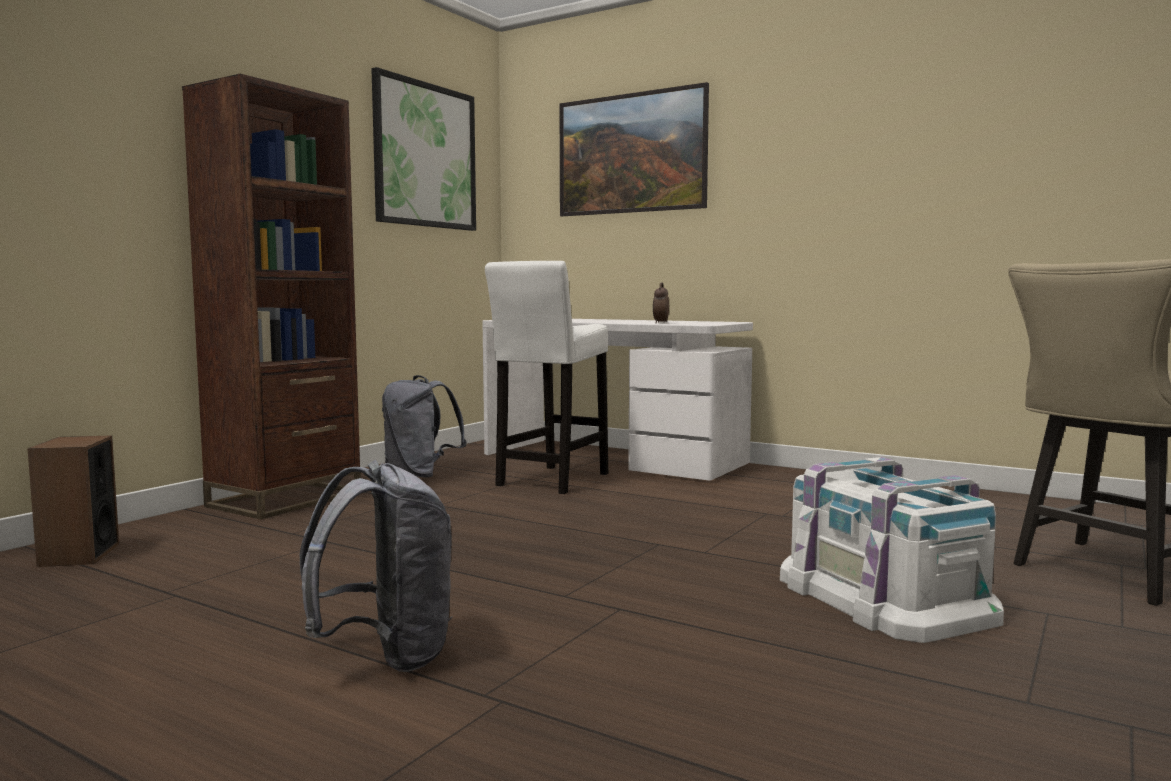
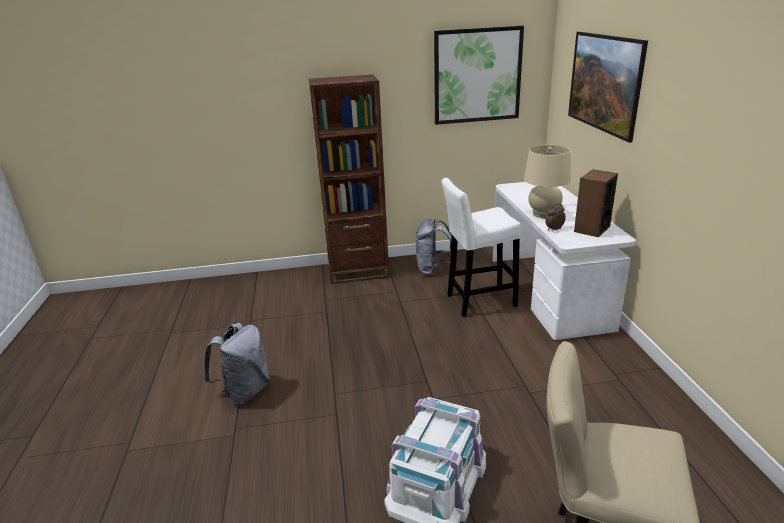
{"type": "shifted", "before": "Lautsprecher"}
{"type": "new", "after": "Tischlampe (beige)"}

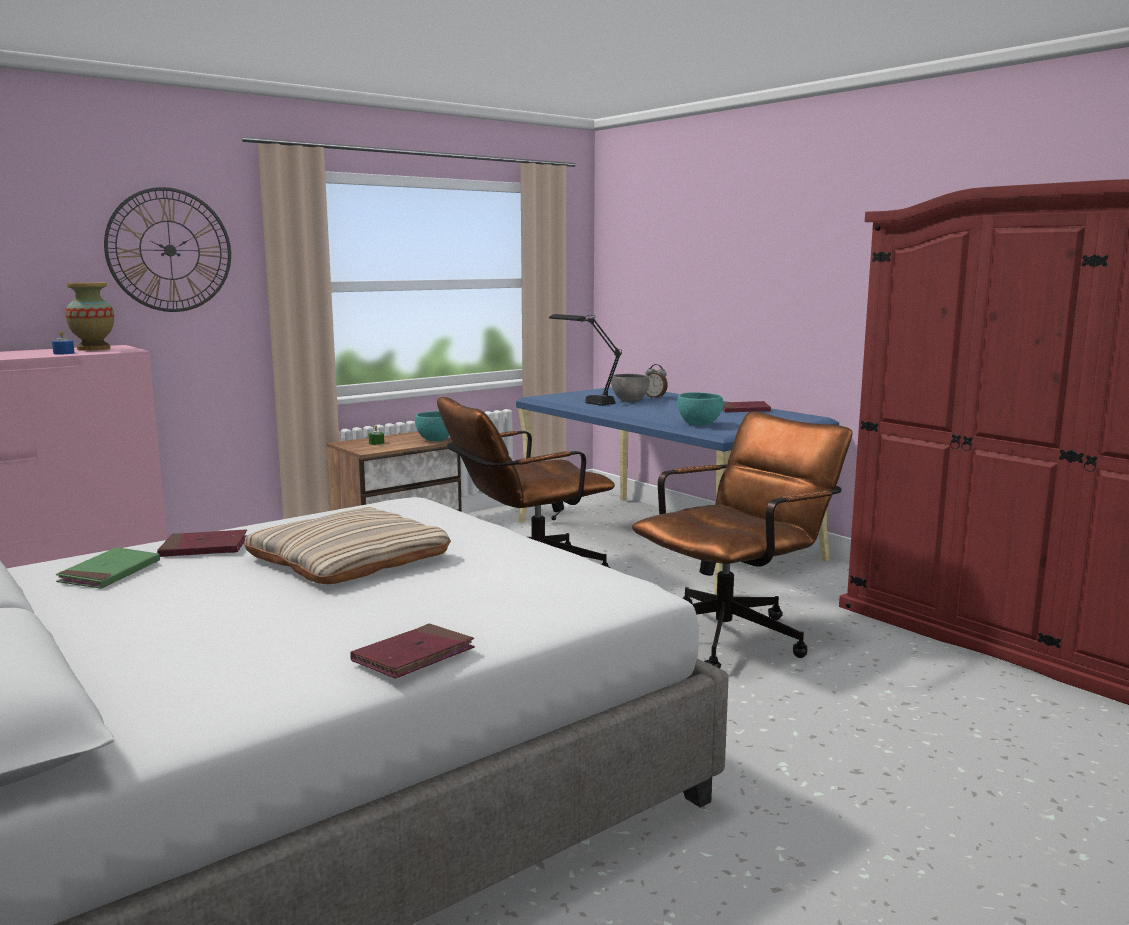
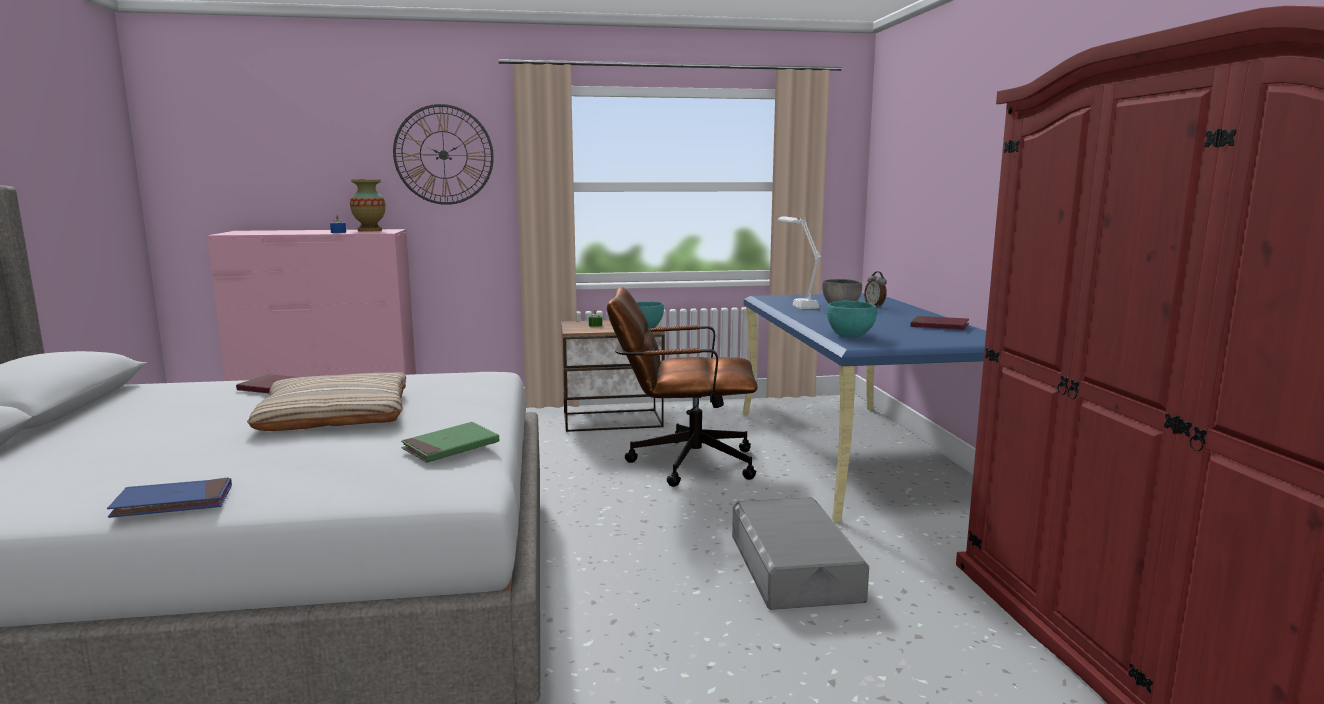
{"type": "shifted", "before": "Buch (grün)"}
{"type": "repainted", "before": "Buch (rot) (no. 2 from left)", "after": "Buch (blau)"}
{"type": "repainted", "before": "Tischlampe (schwarz)", "after": "Tischlampe (weiß)"}
{"type": "swapped", "before": "Bürostuhl (braun) (no. 2 from left)", "after": "Aufbewahrungsbox (grau)"}

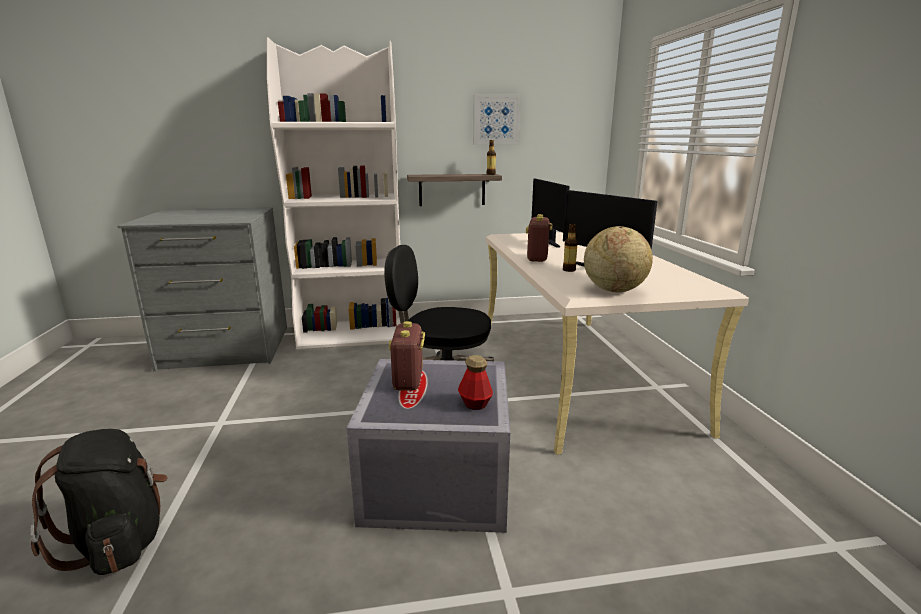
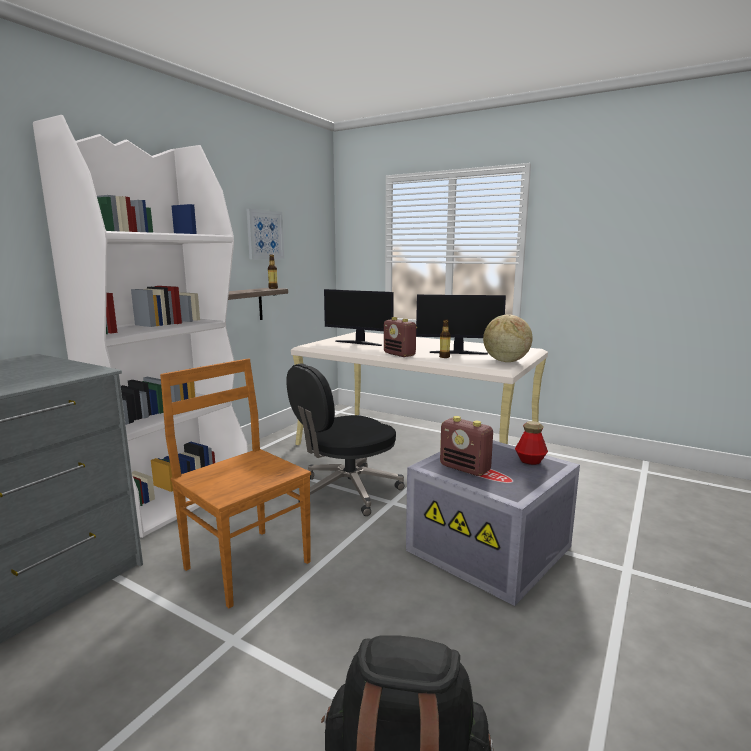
{"type": "new", "after": "Stuhl (braun)"}

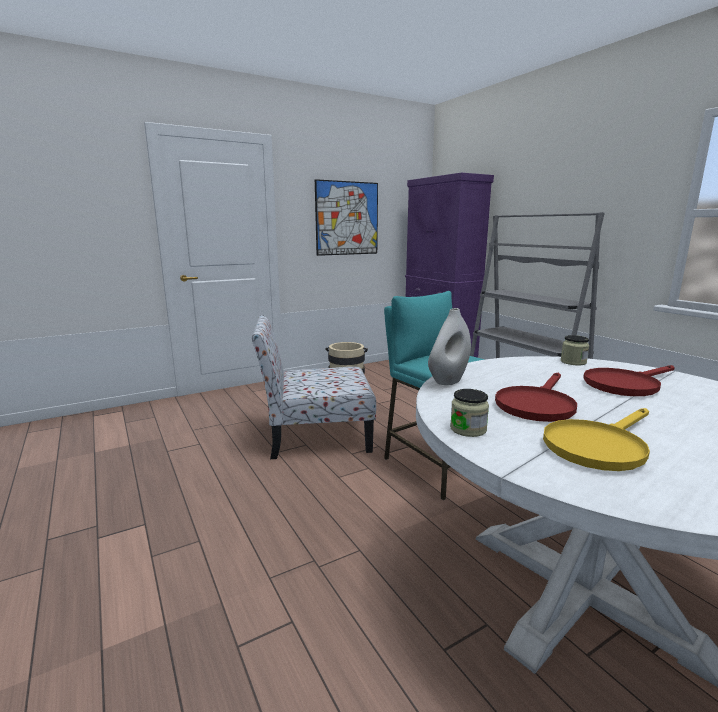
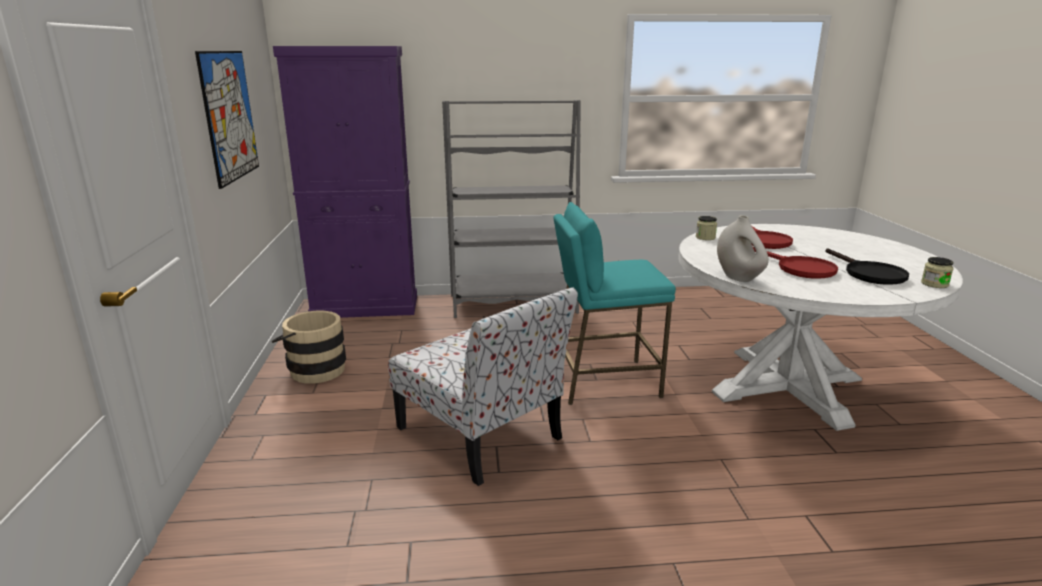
{"type": "rotated", "before": "Stuhl", "turn": -60}
{"type": "shifted", "before": "Vorratsglas (no. 1 from left in the first image)", "after": "Vorratsglas (no. 2 from left)"}
{"type": "repainted", "before": "Pfanne (gelb)", "after": "Pfanne (schwarz)"}

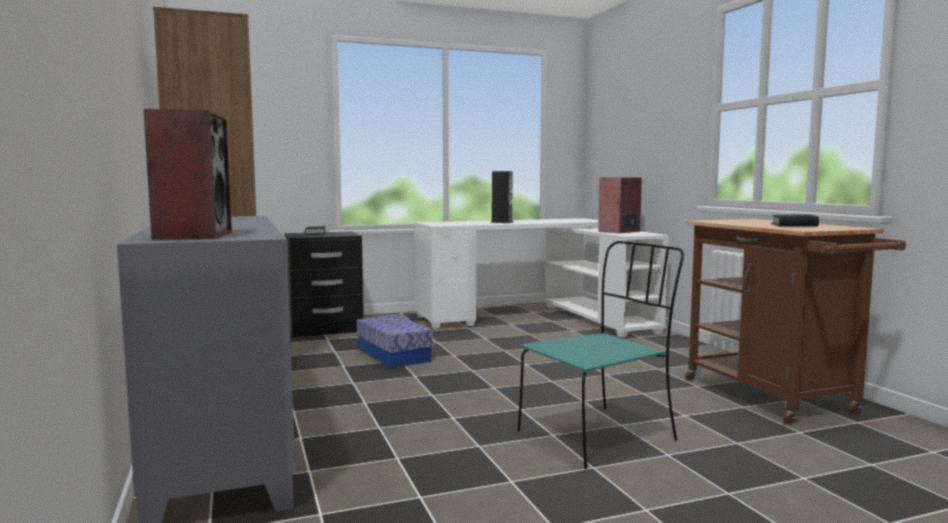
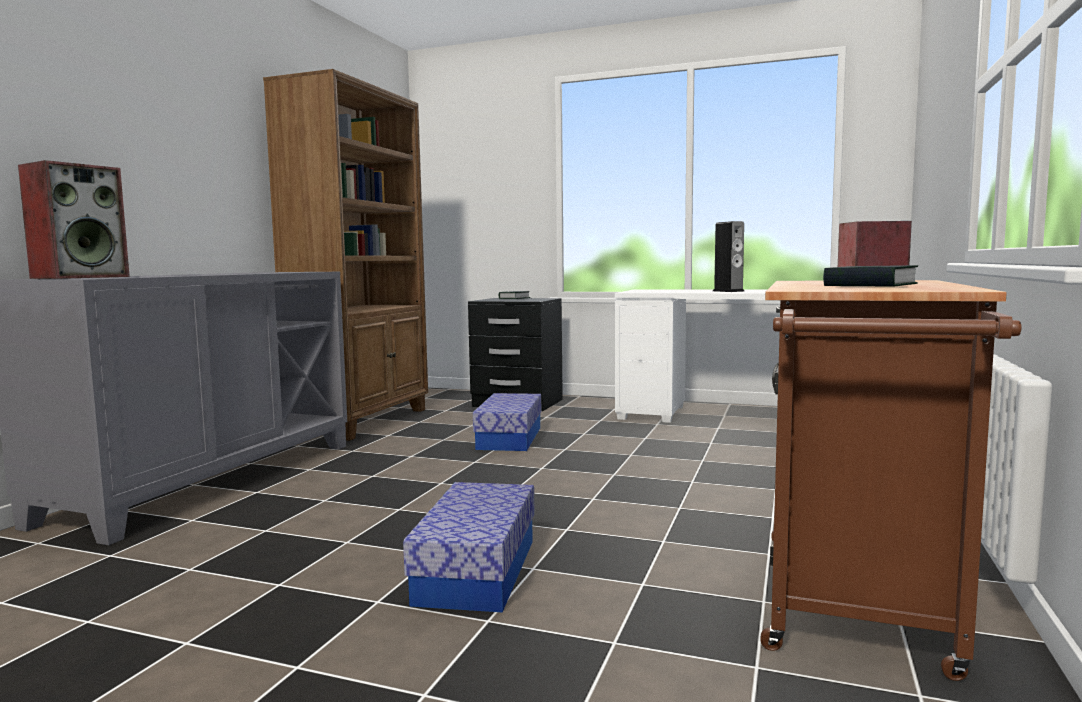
{"type": "swapped", "before": "Stuhl (türkis)", "after": "Aufbewahrungsbox (no. 1 from left)"}

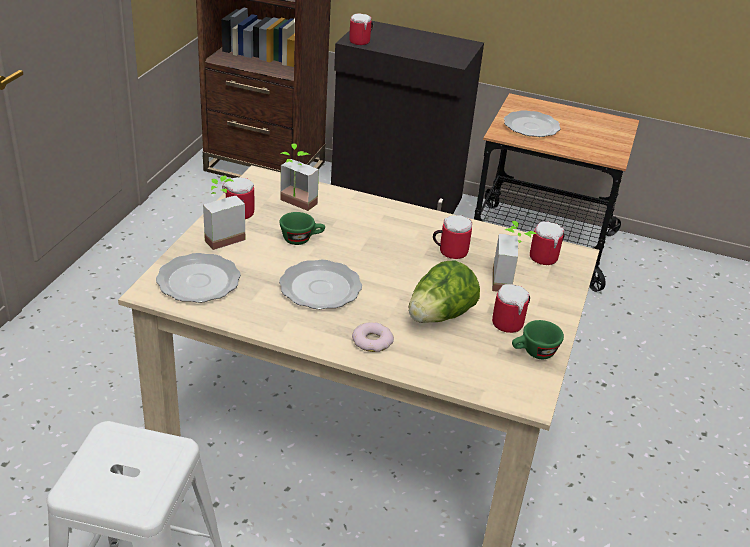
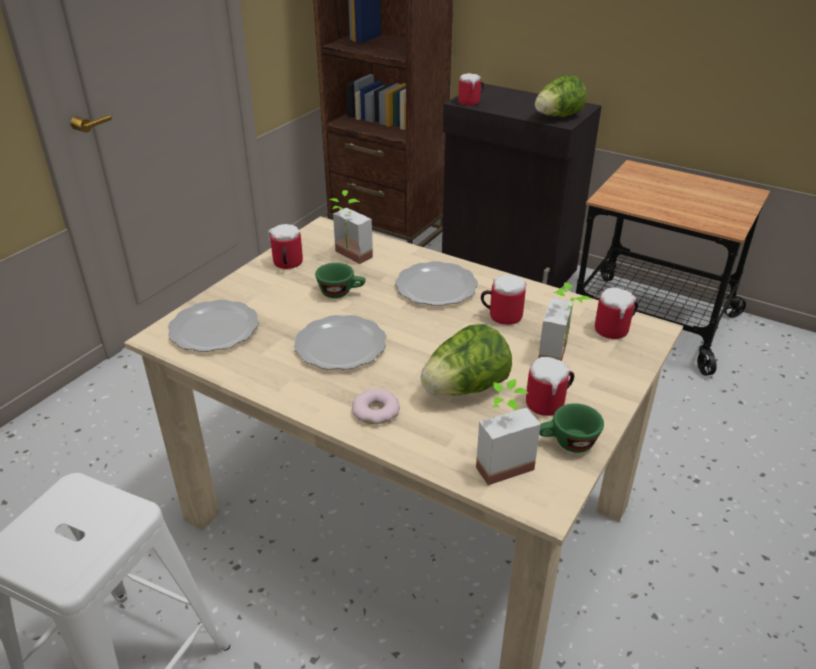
{"type": "shifted", "before": "Topfpflanze (no. 1 from left in the first image)", "after": "Topfpflanze (no. 2 from left)"}
{"type": "shifted", "before": "Teller (no. 3 from left)"}
{"type": "new", "after": "Salatkopf (no. 2 from left)"}

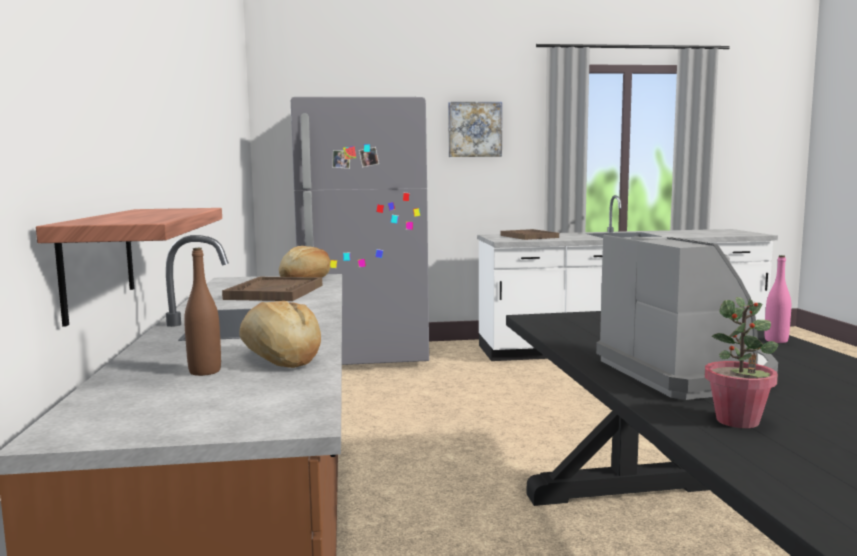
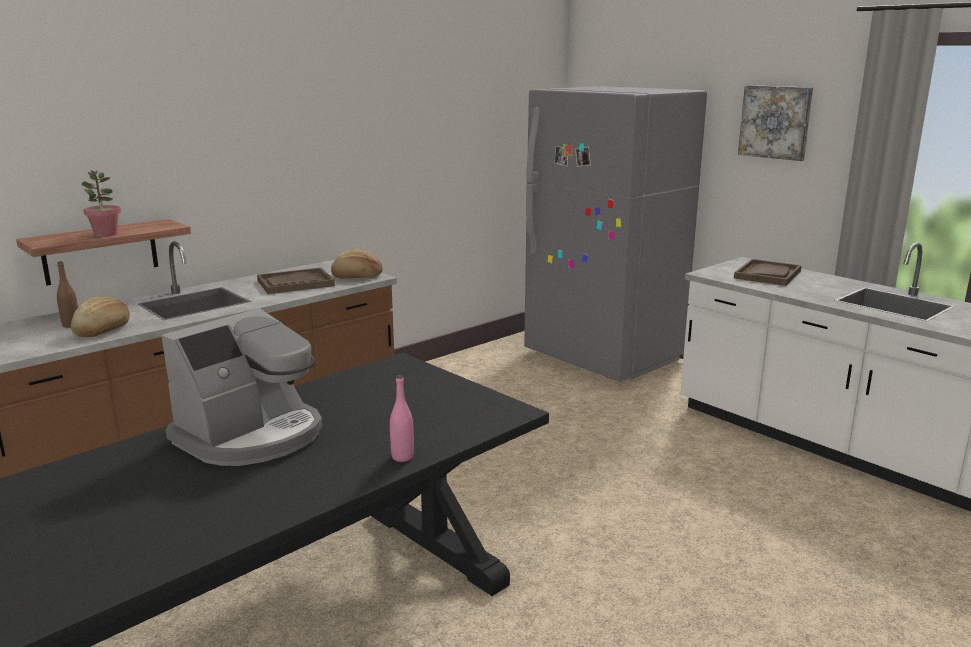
{"type": "shifted", "before": "Topfpflanze"}

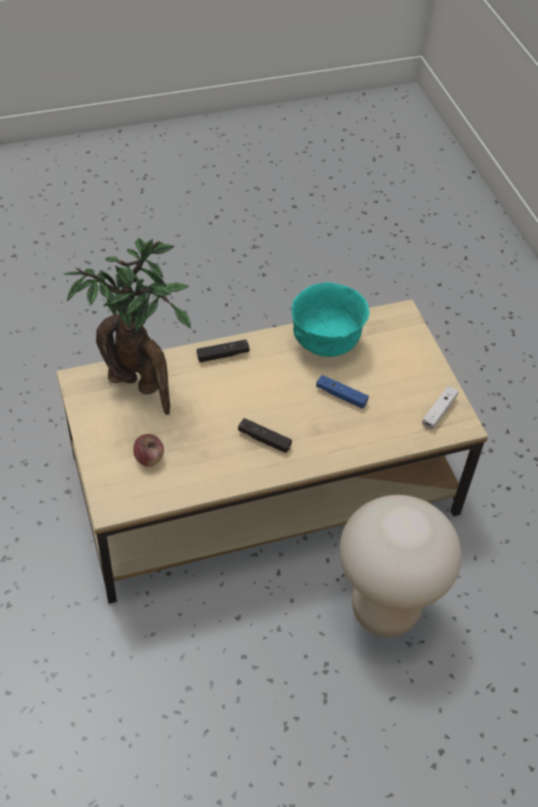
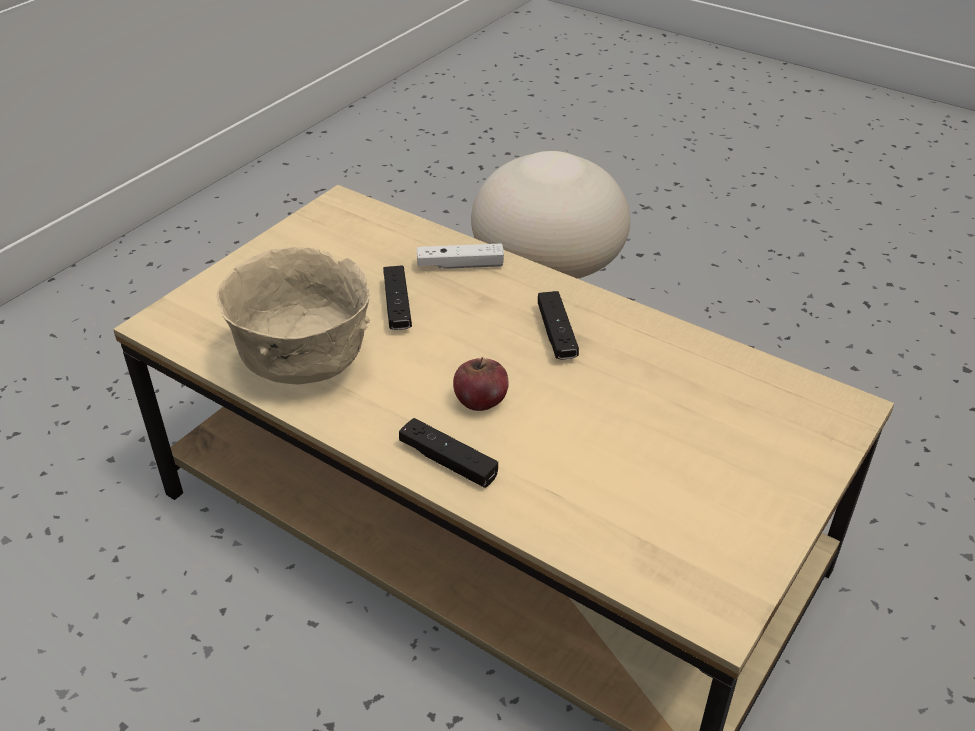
{"type": "gone", "before": "Topfpflanze"}
{"type": "shifted", "before": "Apfel"}
{"type": "repainted", "before": "Schüssel (türkis)", "after": "Schüssel (beige)"}
{"type": "repainted", "before": "Gamepad (blau)", "after": "Gamepad (schwarz) (no. 1 from left)"}
{"type": "shifted", "before": "Gamepad (weiß)"}

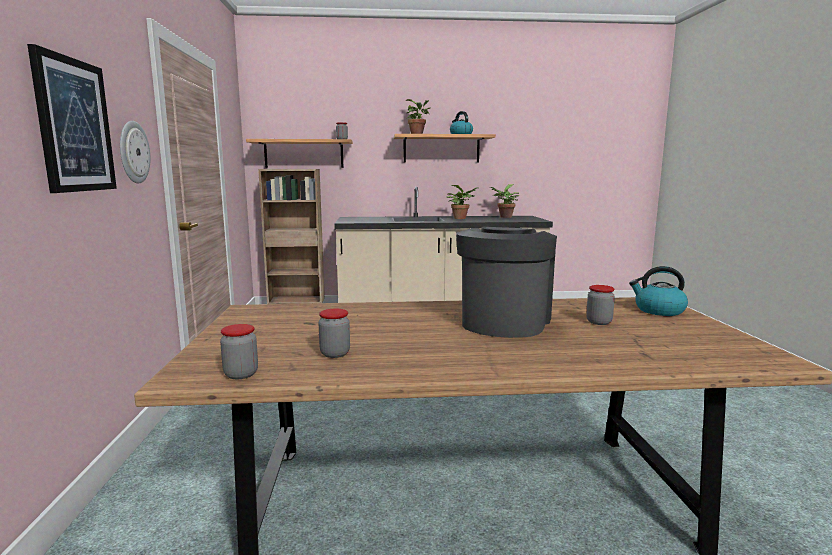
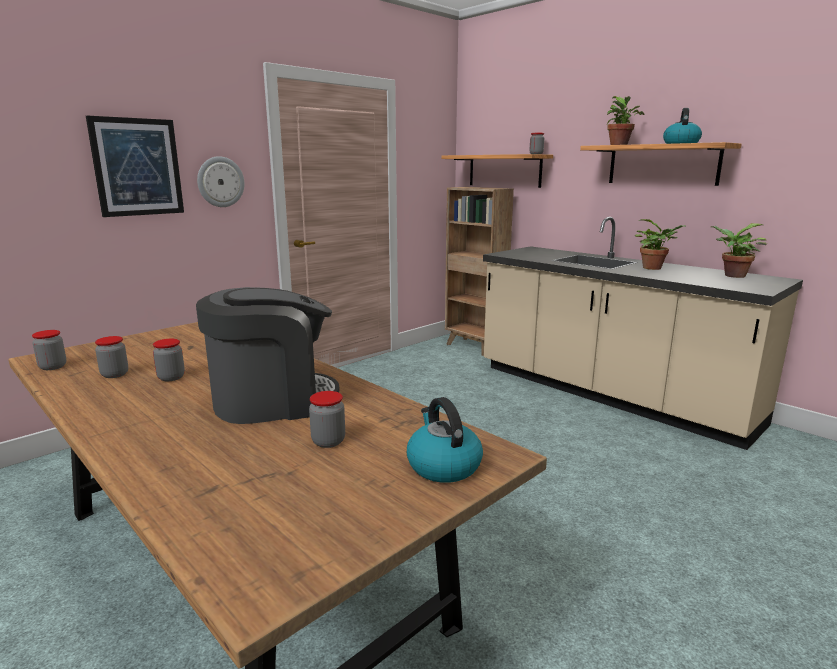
{"type": "new", "after": "Vorratsglas (no. 3 from left)"}

